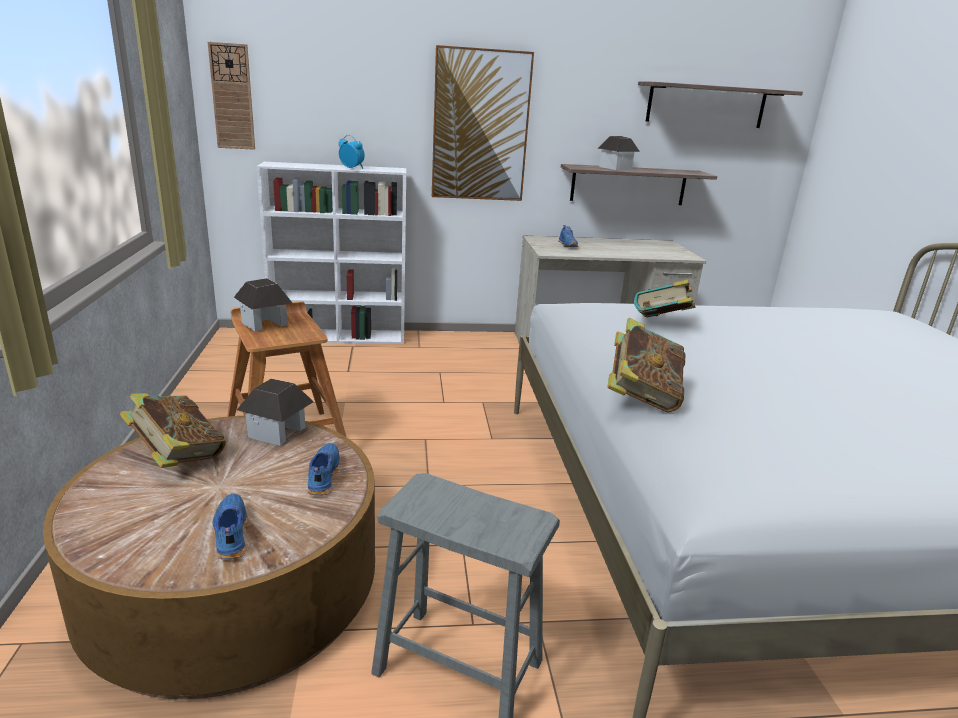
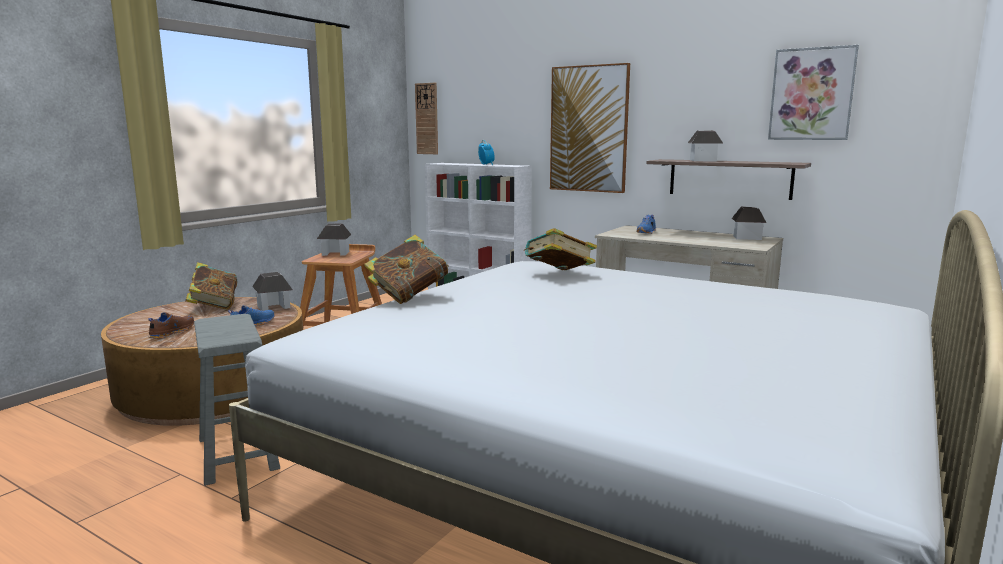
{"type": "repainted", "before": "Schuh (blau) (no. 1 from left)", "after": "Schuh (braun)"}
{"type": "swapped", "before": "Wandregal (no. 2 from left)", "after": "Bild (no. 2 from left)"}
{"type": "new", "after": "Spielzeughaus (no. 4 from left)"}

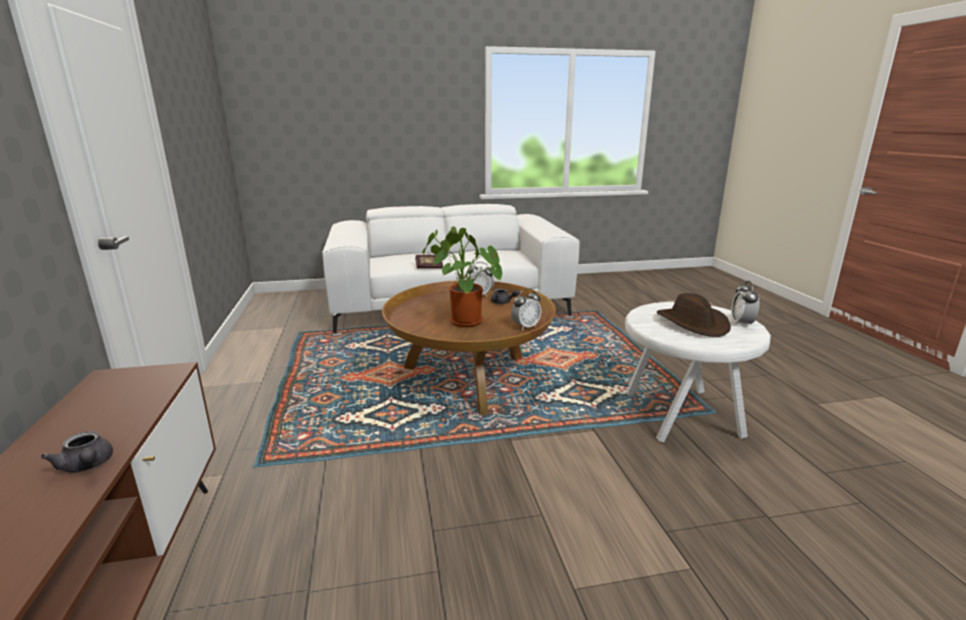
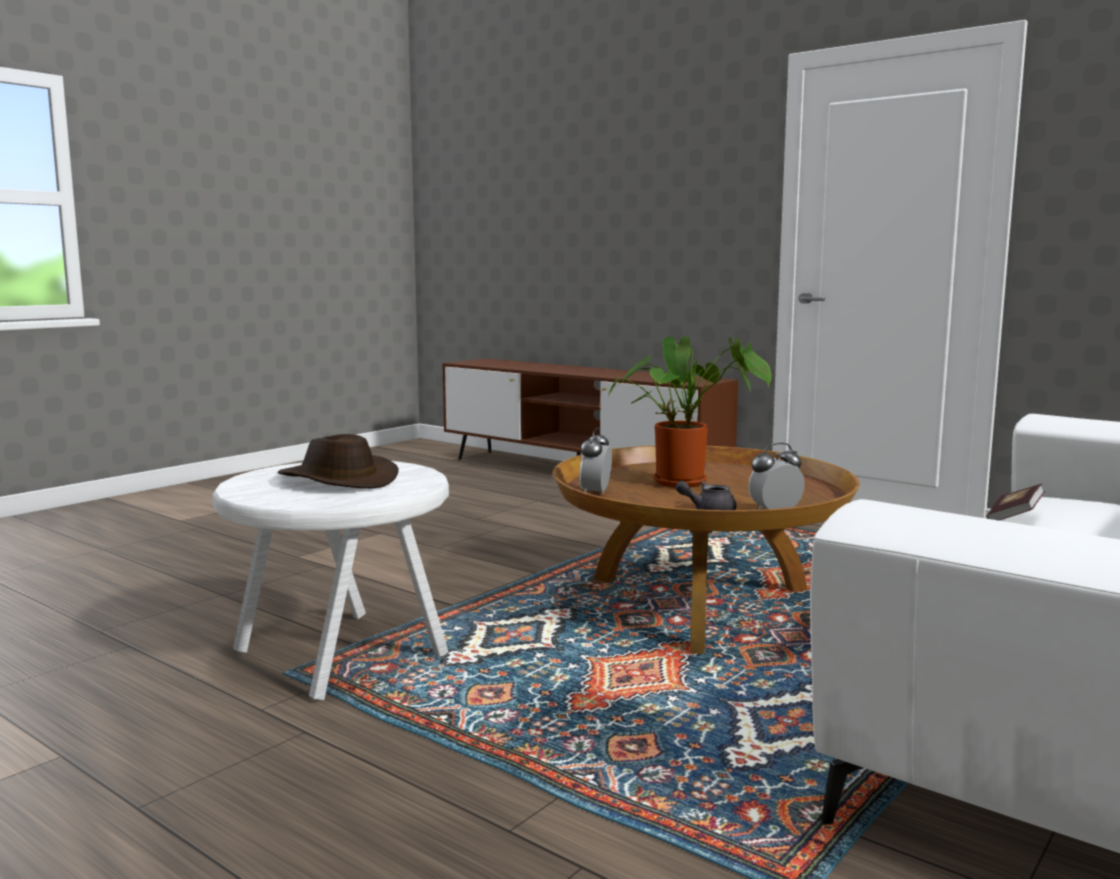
{"type": "gone", "before": "Teekanne (grau) (no. 1 from left)"}
{"type": "gone", "before": "Wecker (no. 3 from left)"}

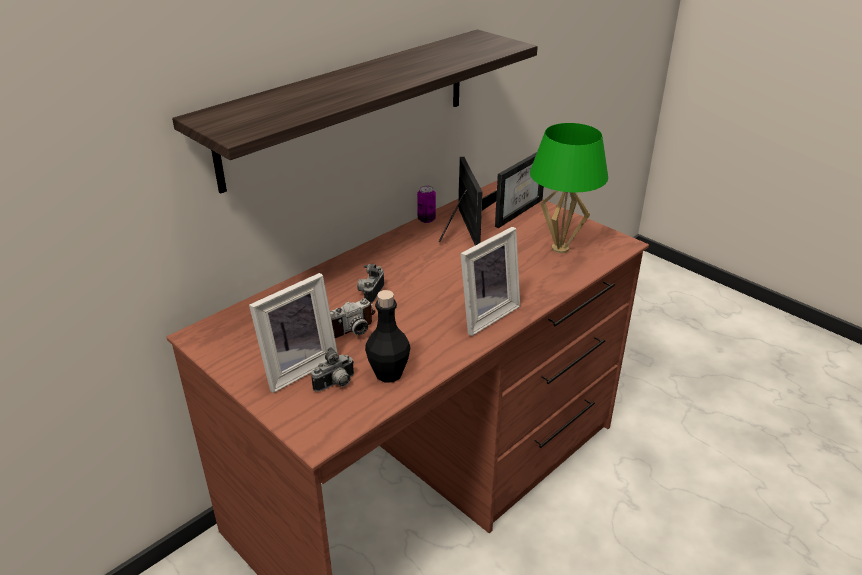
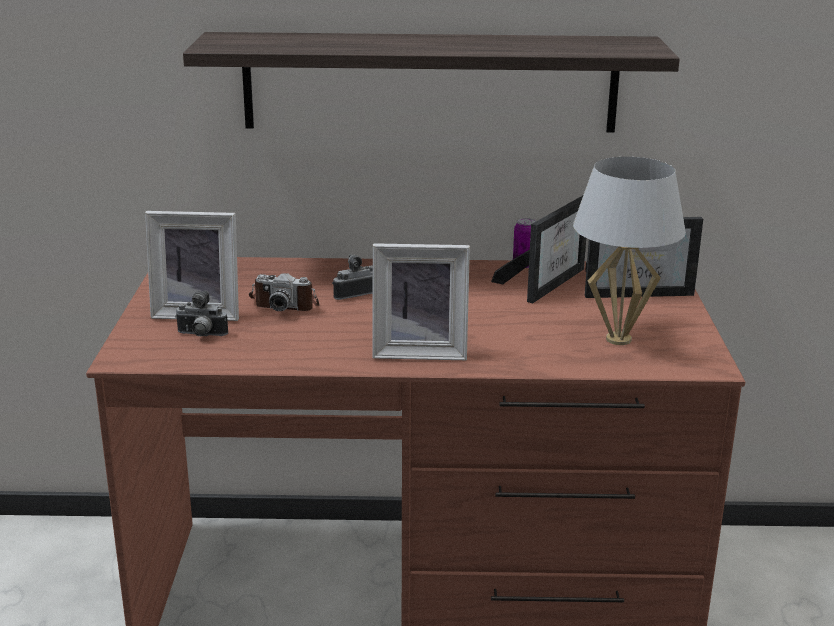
{"type": "gone", "before": "Flasche (schwarz)"}
{"type": "repainted", "before": "Tischlampe (grün)", "after": "Tischlampe (weiß)"}

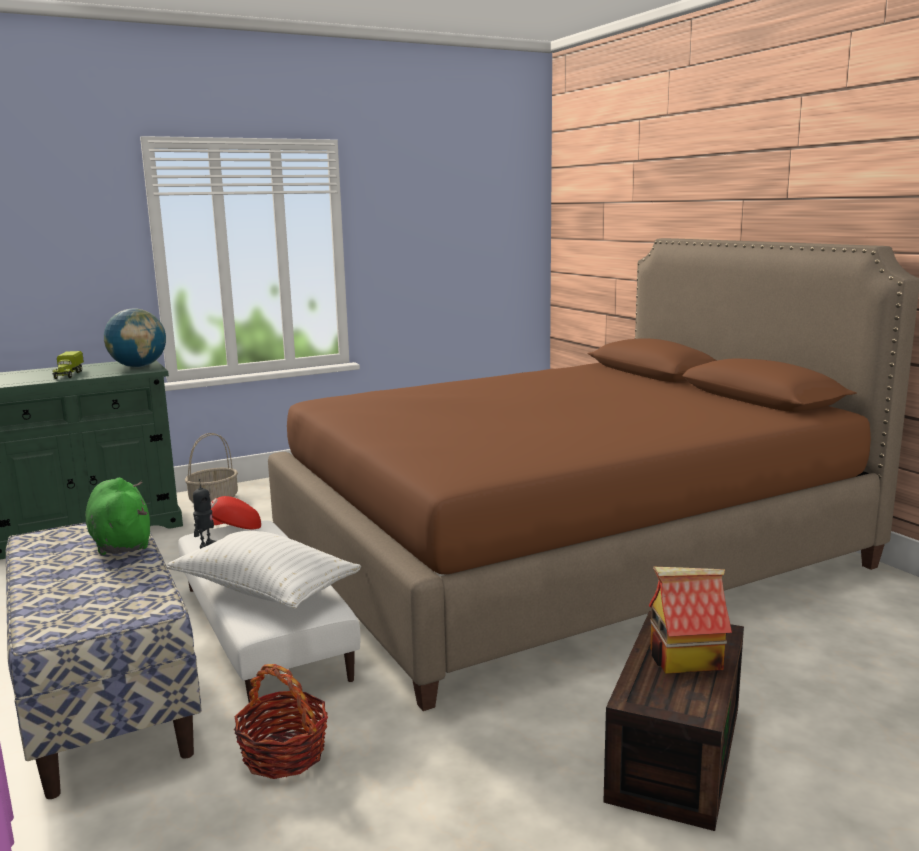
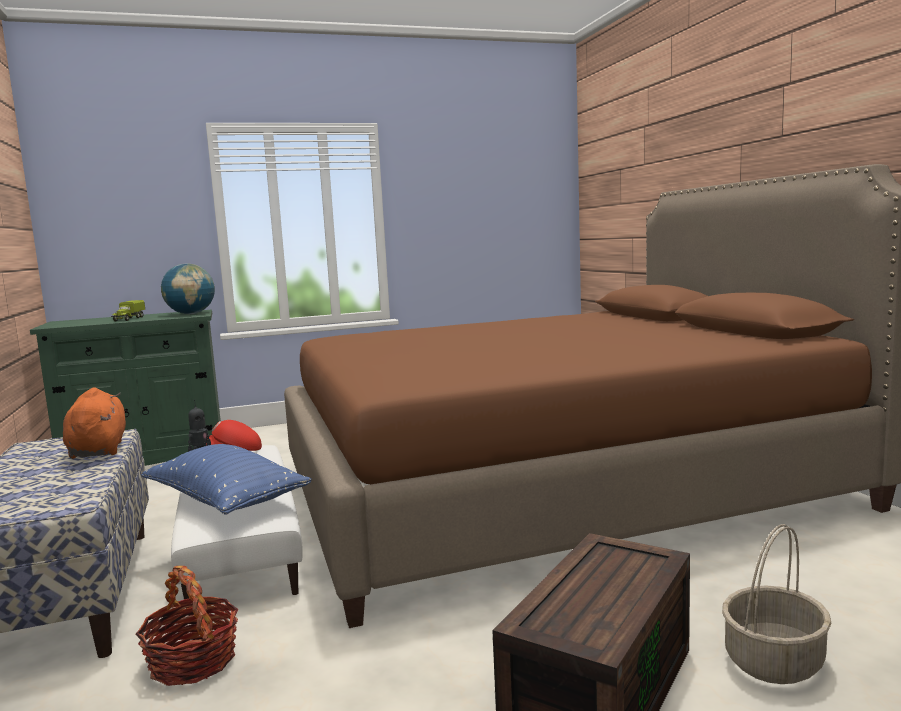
{"type": "repainted", "before": "Plüschtier (grün)", "after": "Plüschtier (orange)"}
{"type": "repainted", "before": "Kissen (weiß)", "after": "Kissen (blau)"}
{"type": "shifted", "before": "Korb (no. 1 from left in the first image)", "after": "Korb (no. 2 from left)"}
{"type": "gone", "before": "Spielzeughaus"}

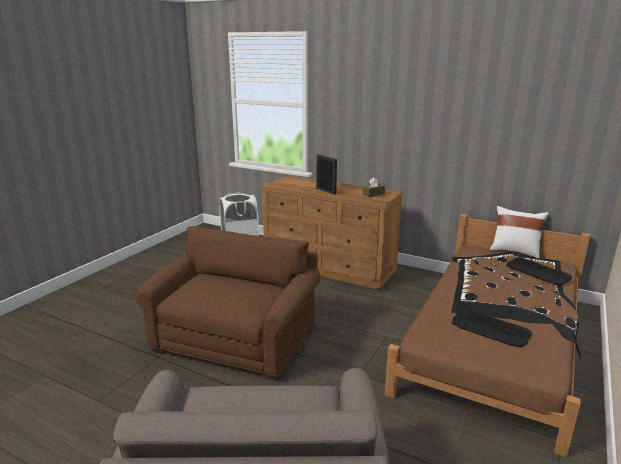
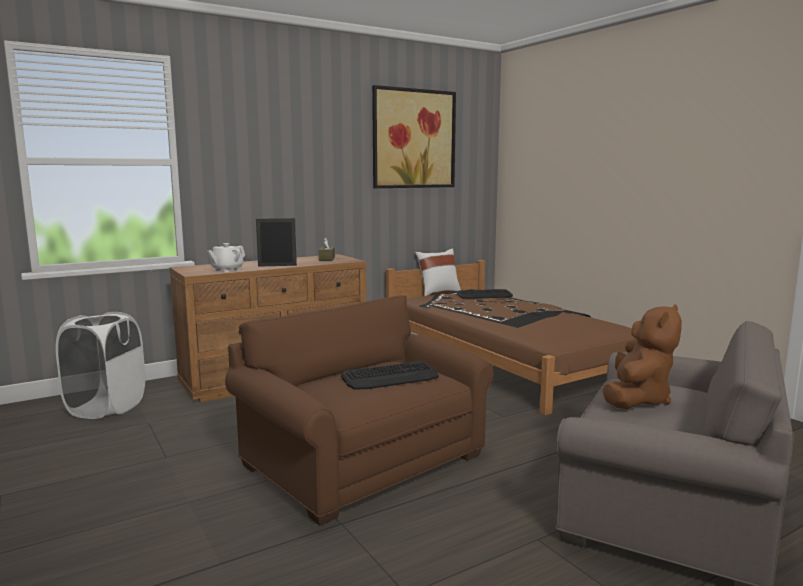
{"type": "shifted", "before": "Tastatur (no. 1 from left)"}
{"type": "new", "after": "Teekanne (weiß)"}
{"type": "new", "after": "Bild"}
{"type": "new", "after": "Plüschtier (braun)"}

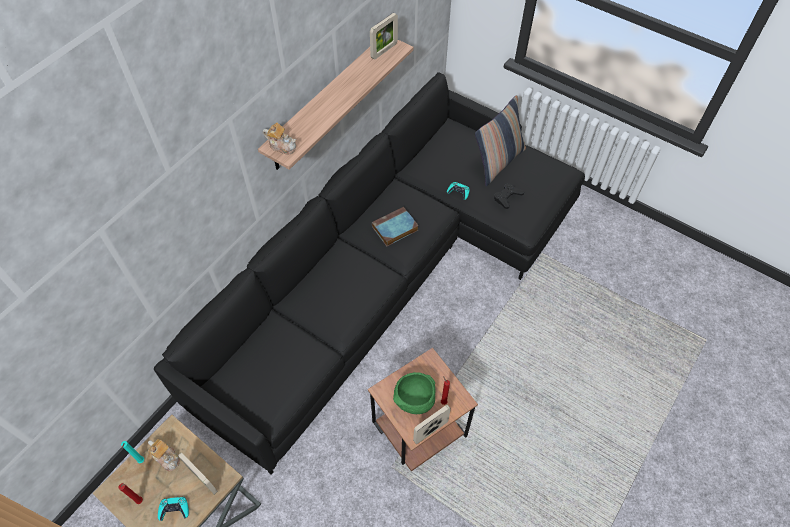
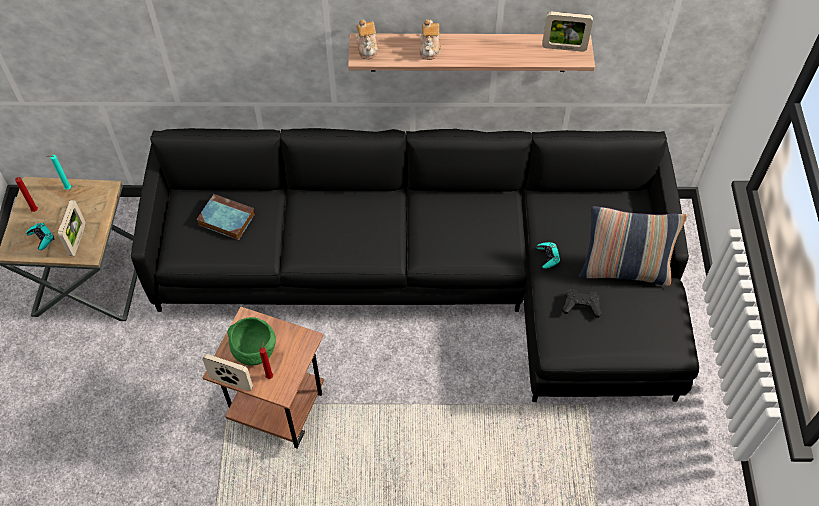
{"type": "shifted", "before": "Teekanne (no. 1 from left in the first image)", "after": "Teekanne (no. 2 from left)"}
{"type": "shifted", "before": "Buch"}

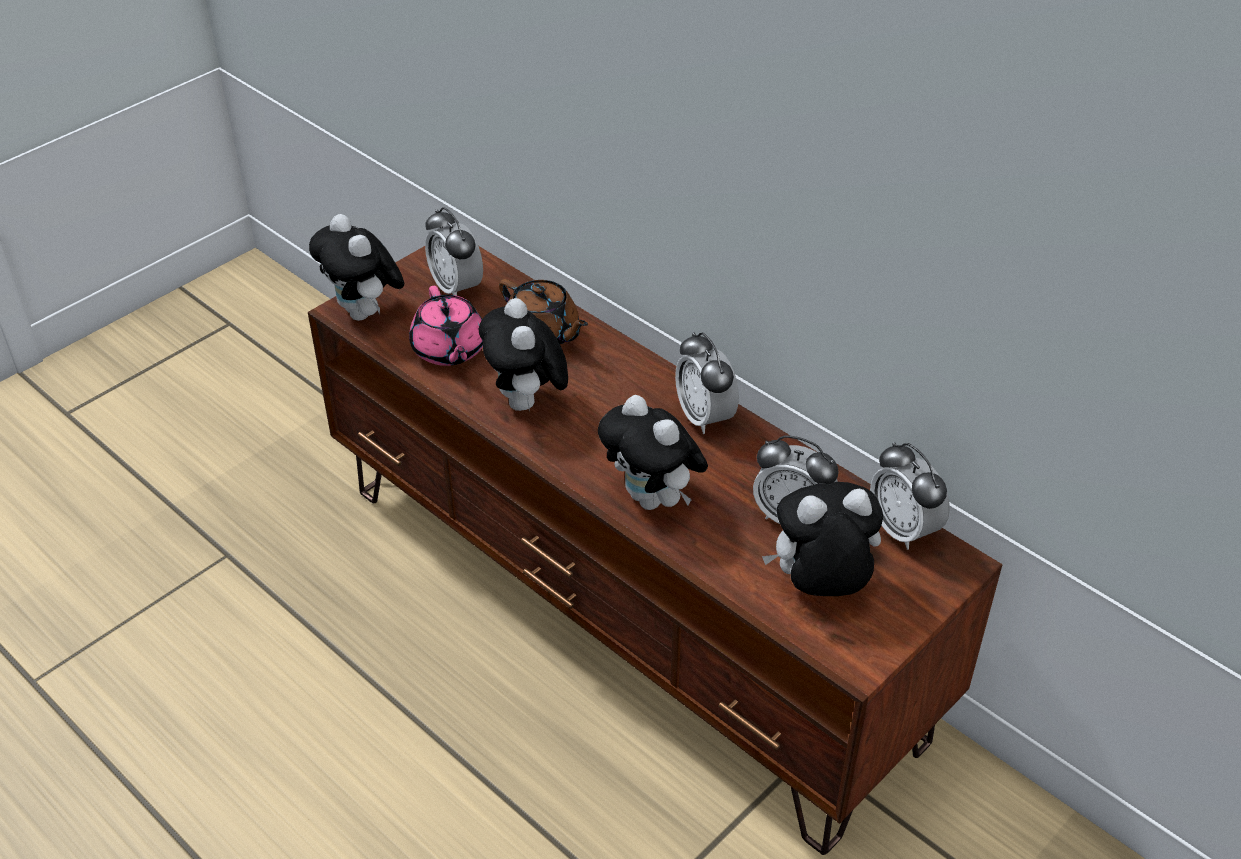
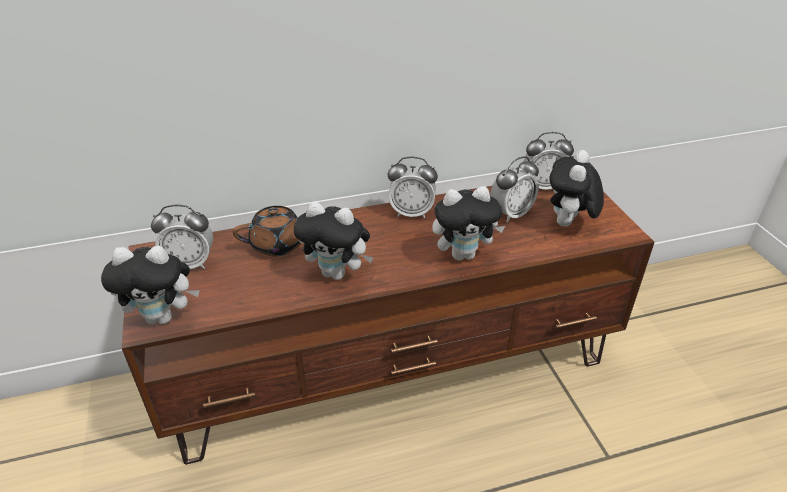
{"type": "gone", "before": "Teekanne (rosa)"}

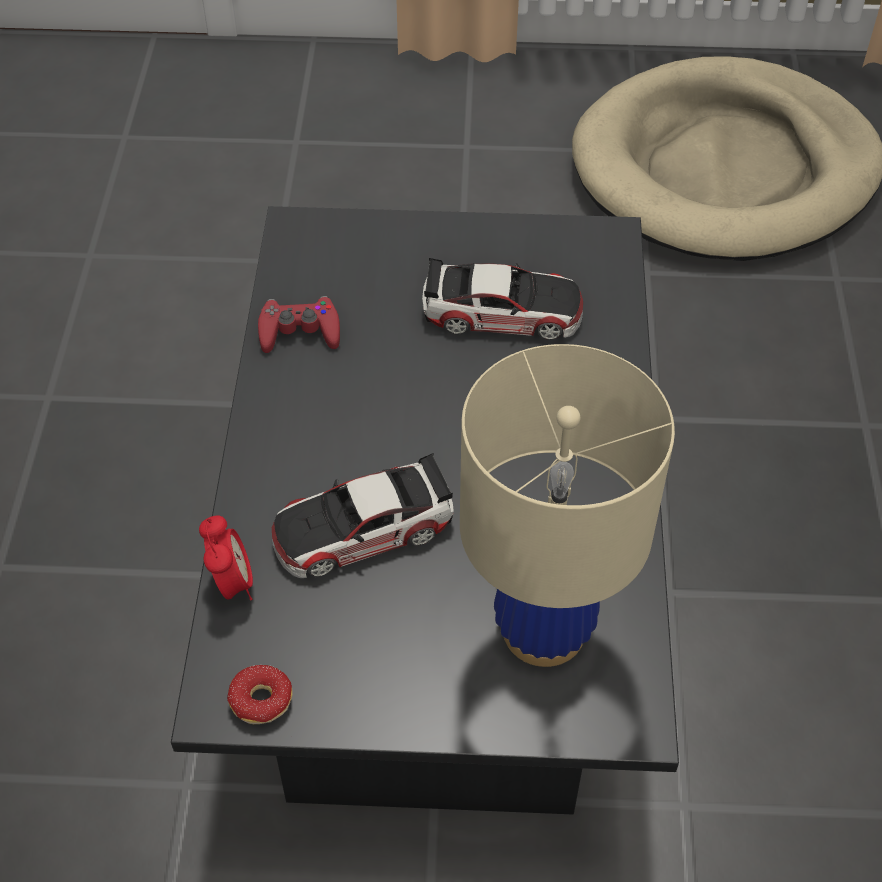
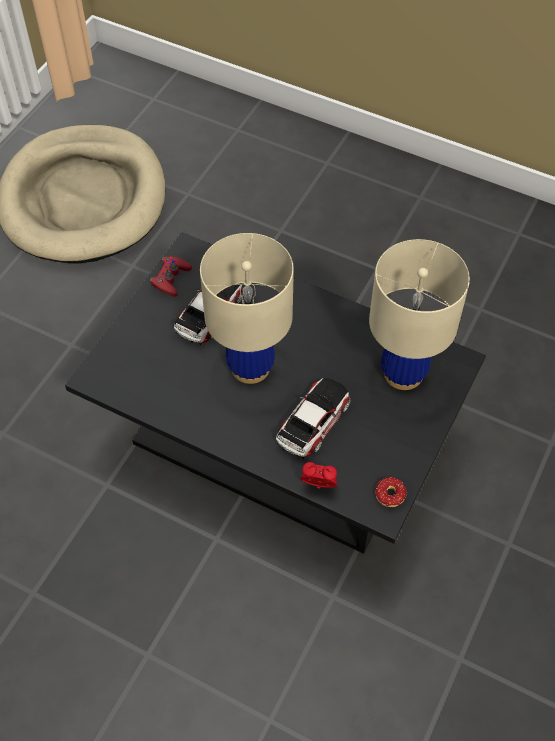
{"type": "shifted", "before": "Gamepad (rot)"}
{"type": "rotated", "before": "Spielzeugauto (no. 1 from left in the first image)", "turn": -150}
{"type": "new", "after": "Tischlampe (beige) (no. 1 from left)"}

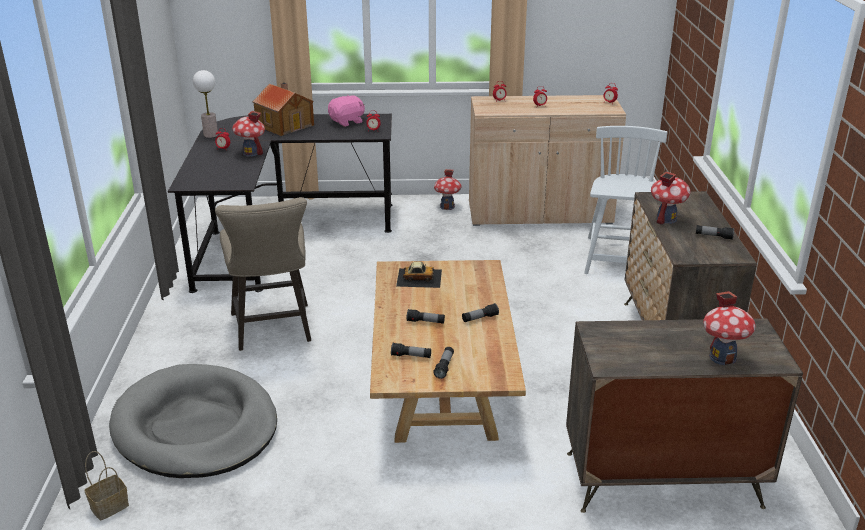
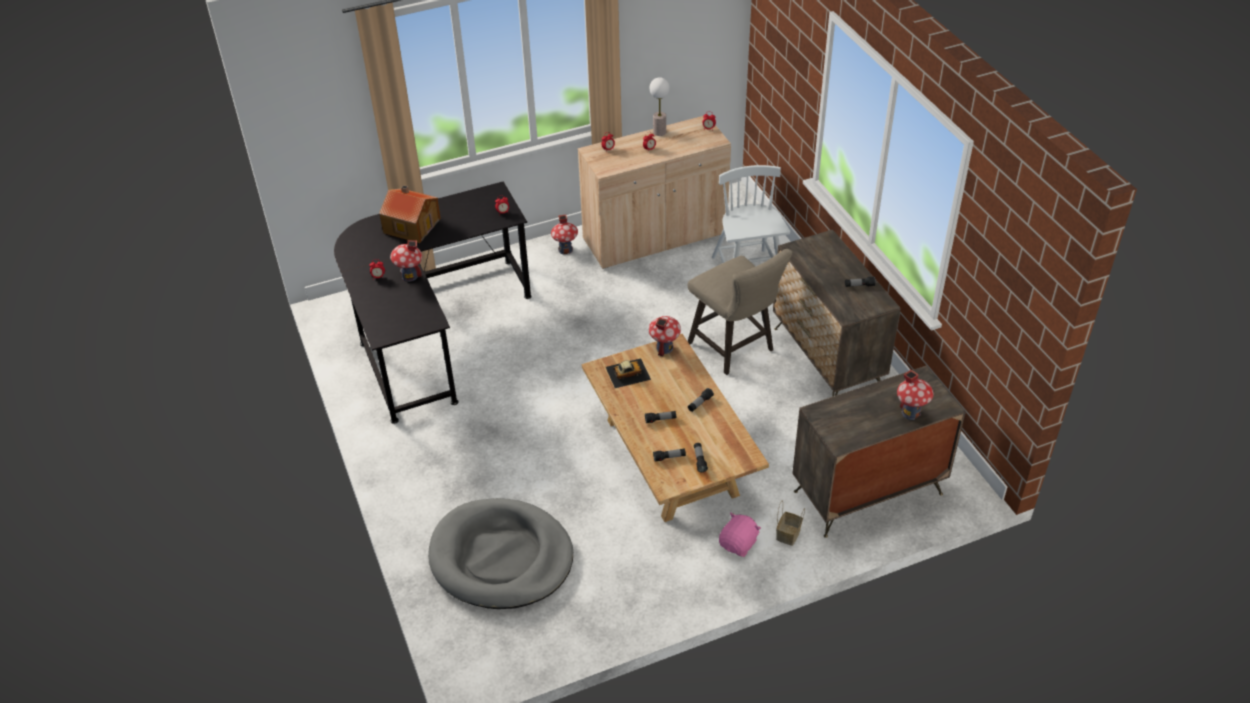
{"type": "shifted", "before": "Korb"}
{"type": "shifted", "before": "Tischlampe"}
{"type": "shifted", "before": "Hocker (beige)"}
{"type": "shifted", "before": "Plüschtier (rosa)"}
{"type": "shifted", "before": "Spielzeughaus (no. 4 from left)"}

